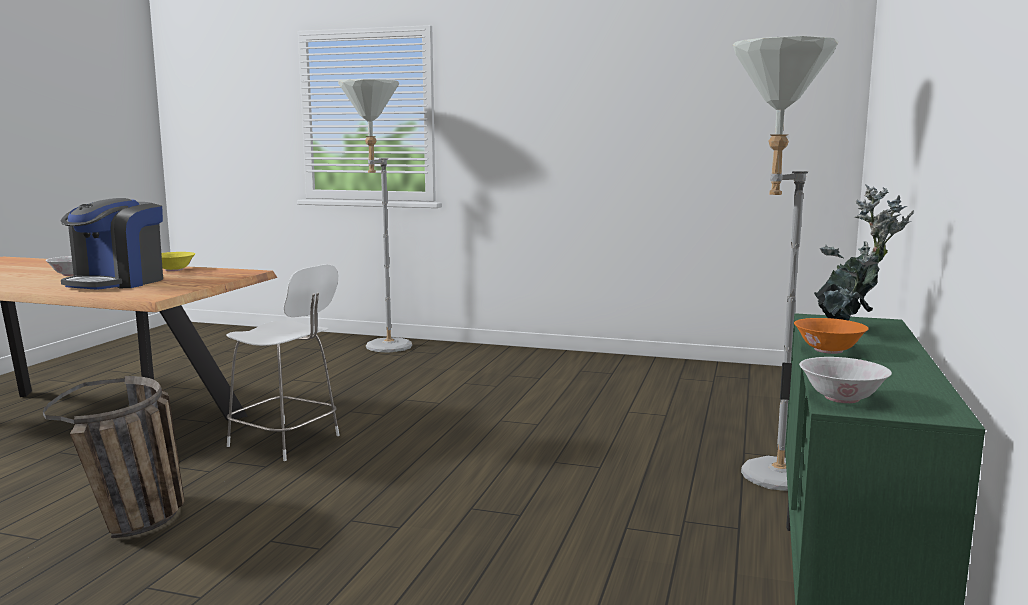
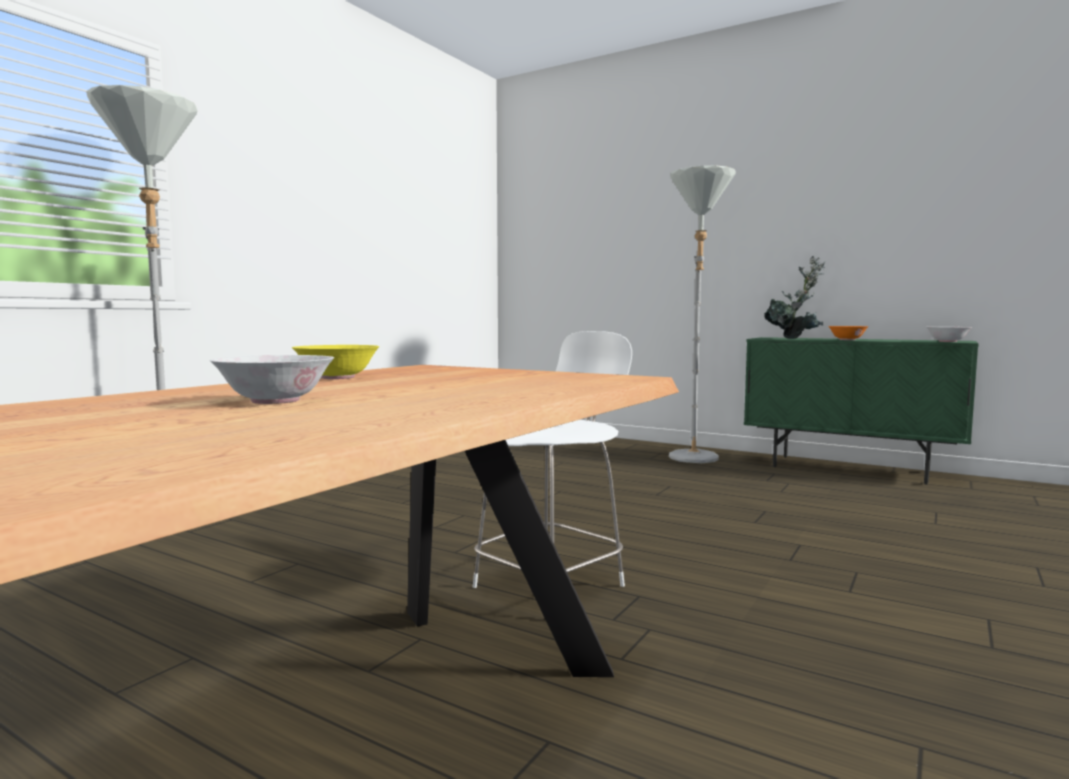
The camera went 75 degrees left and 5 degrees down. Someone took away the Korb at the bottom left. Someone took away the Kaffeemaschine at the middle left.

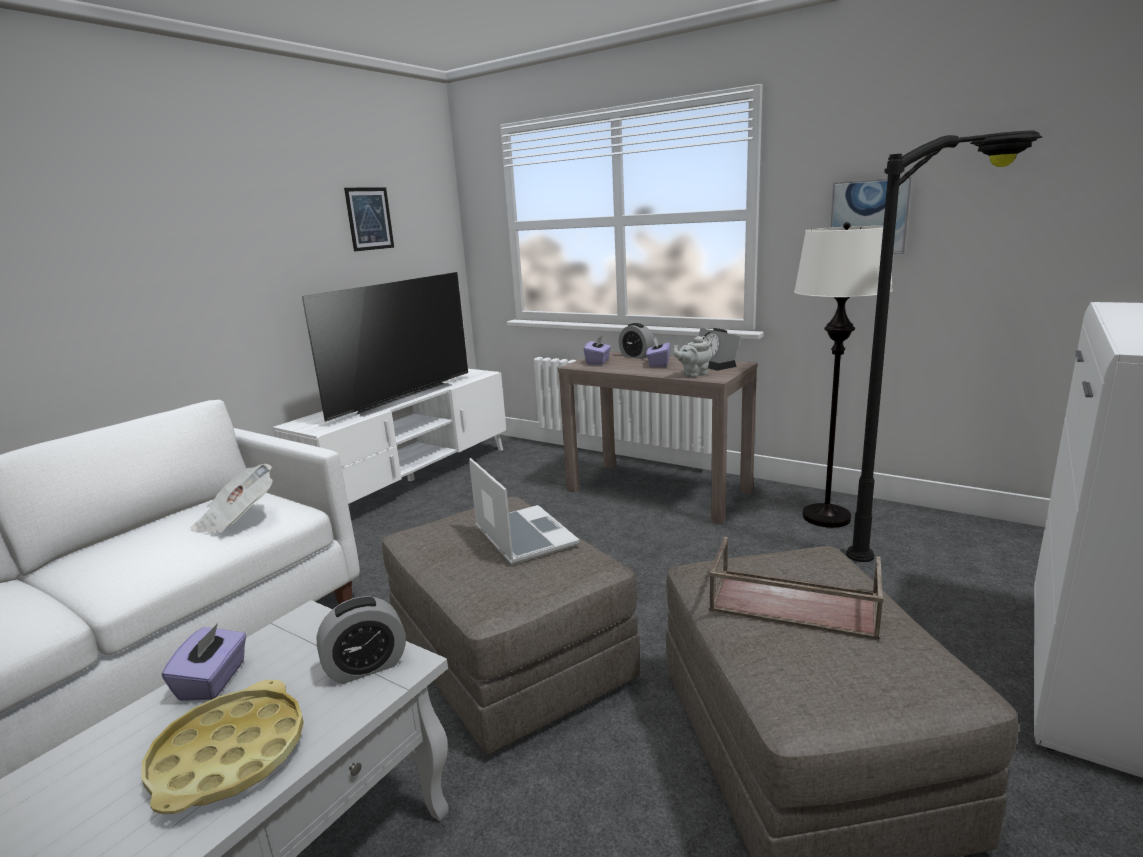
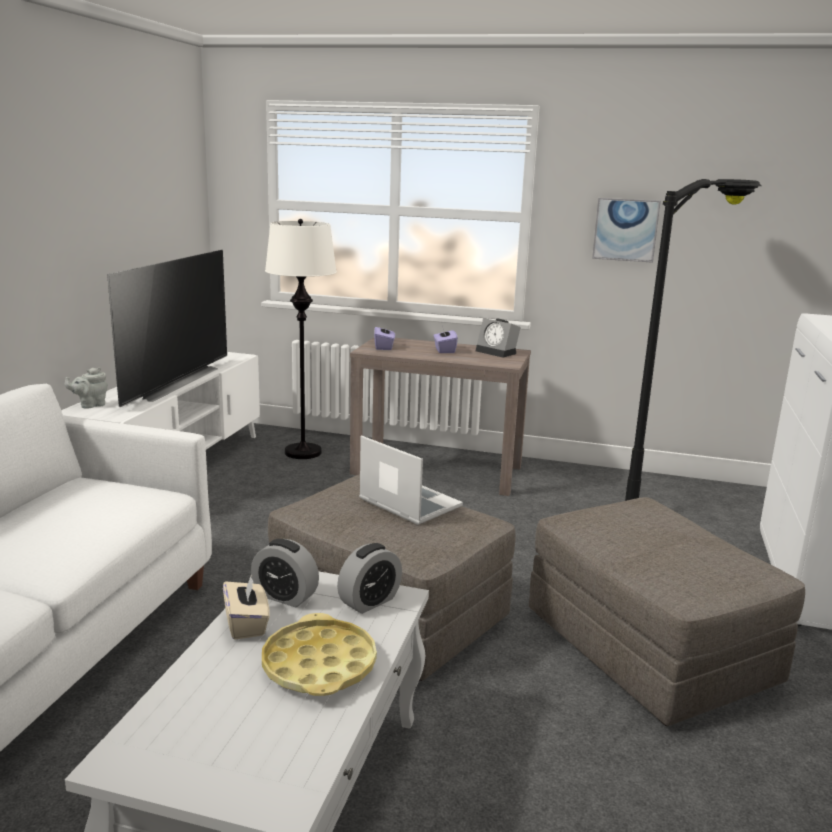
The camera went 20 degrees left and 0 degrees up. Someone carried the Teekanne/grau from the centre to the middle left. Someone repainted the Taschentuchbox/lila (1st from left) at the bottom left, which became the Taschentuchbox/beige at the bottom left. Someone carried the Wecker (2nd from left in the first image) from the centre to the bottom centre. Someone carried the Stehlampe/weiß from the middle right to the centre. Someone took away the Zeitung at the middle left. Someone took away the Bild (1st from left) at the top left. Someone took away the Tablett/braun at the bottom right.

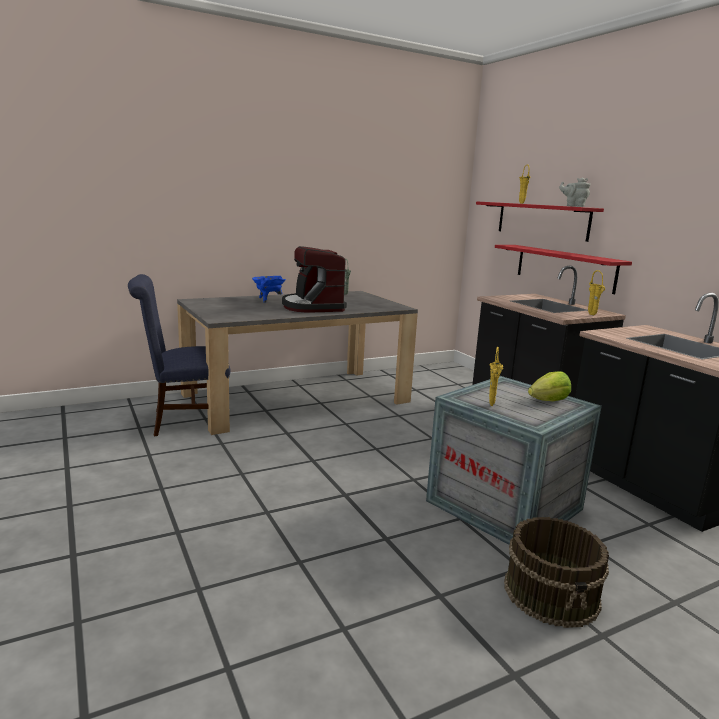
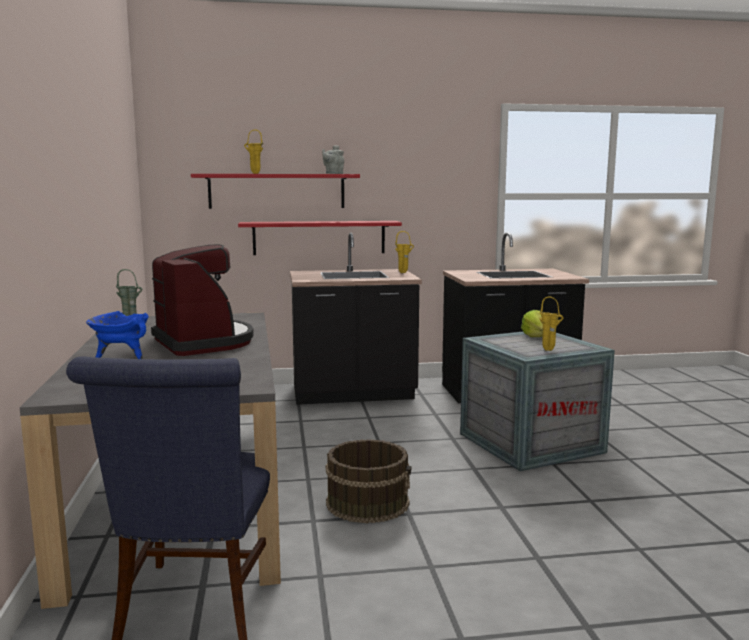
The camera went 70 degrees left and 5 degrees down. Someone rotated the Kaffeemaschine at the centre by 120 degrees counterclockwise. Someone carried the Eimer/braun from the bottom right to the bottom centre.

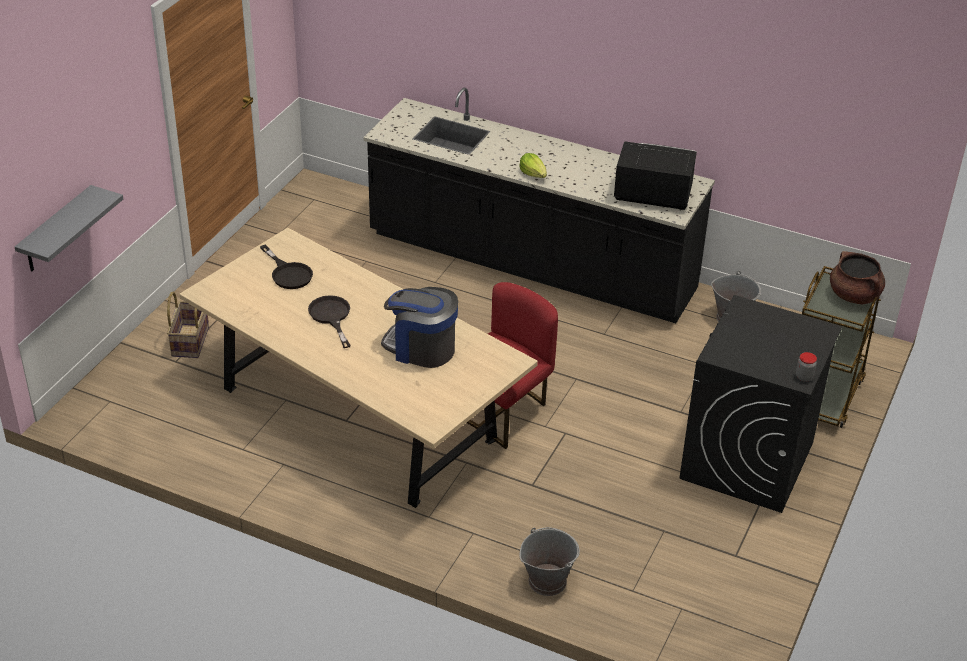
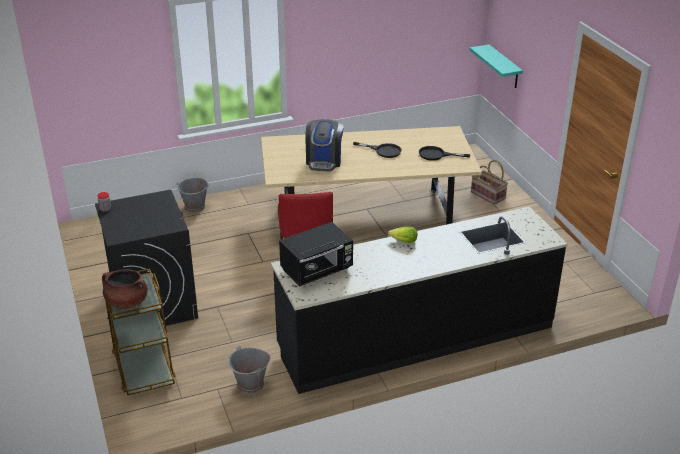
The camera went 135 degrees right and 5 degrees down. Someone rotated the Kaffeemaschine at the centre by 120 degrees clockwise. Someone repainted the Wandregal/grau at the middle left, which became the Wandregal/türkis at the top right.

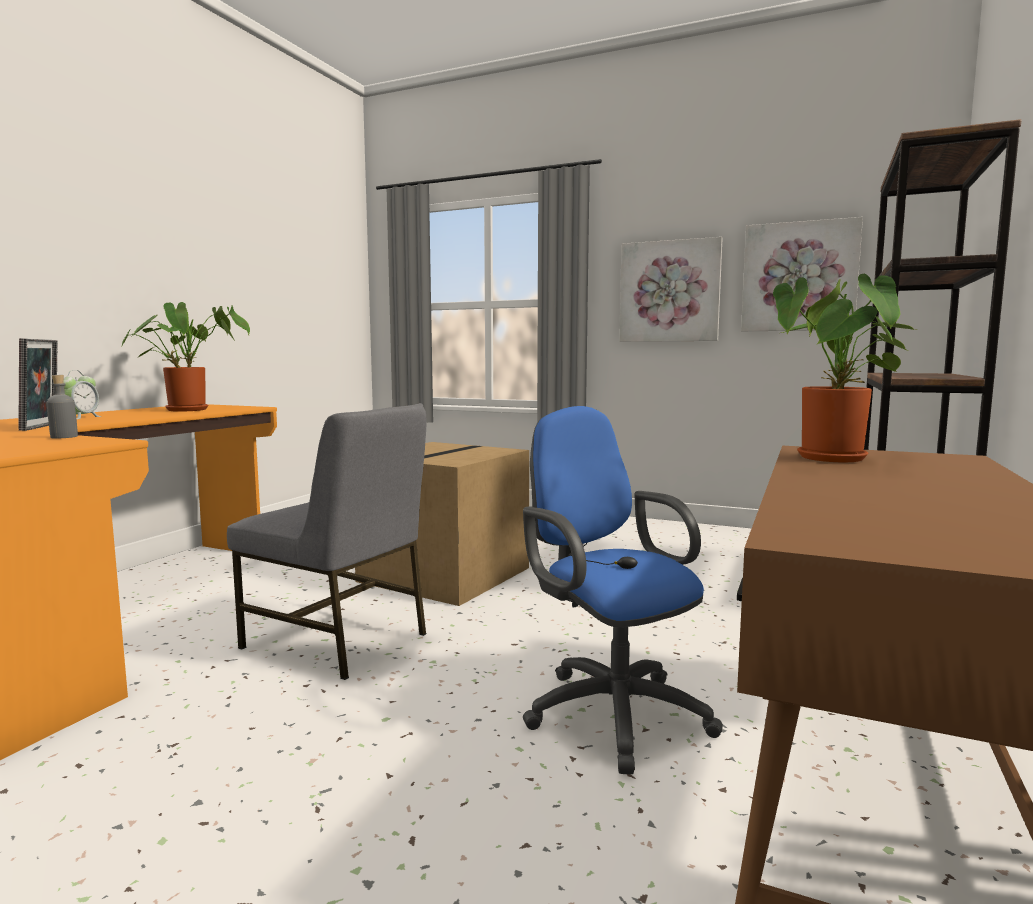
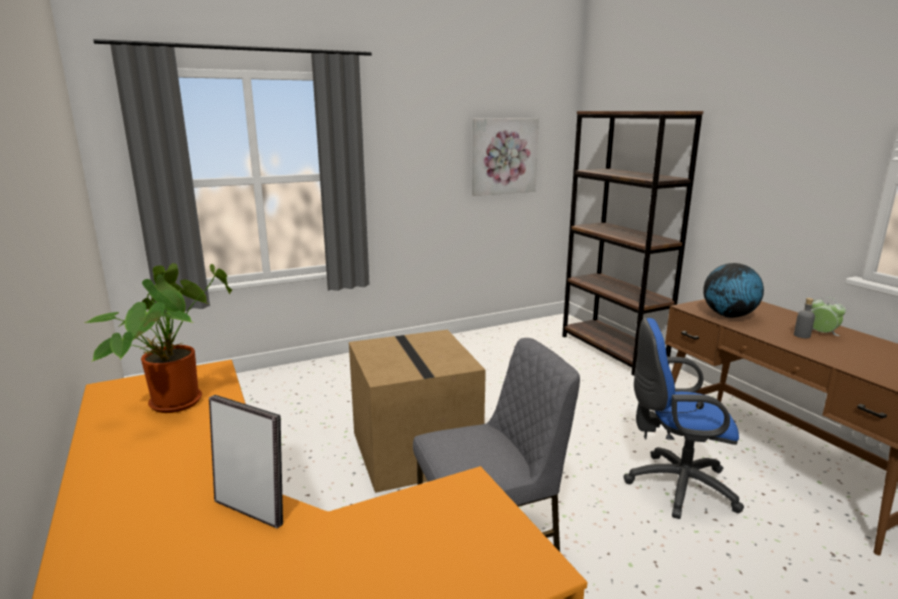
The camera went 50 degrees left and 10 degrees up. Someone swapped the Topfpflanze (2nd from left) at the middle right for the Globus at the middle right. Someone carried the Flasche/grau from the middle left to the middle right. Someone carried the Wecker from the middle left to the middle right. Someone took away the Bild (1st from left) at the top centre.

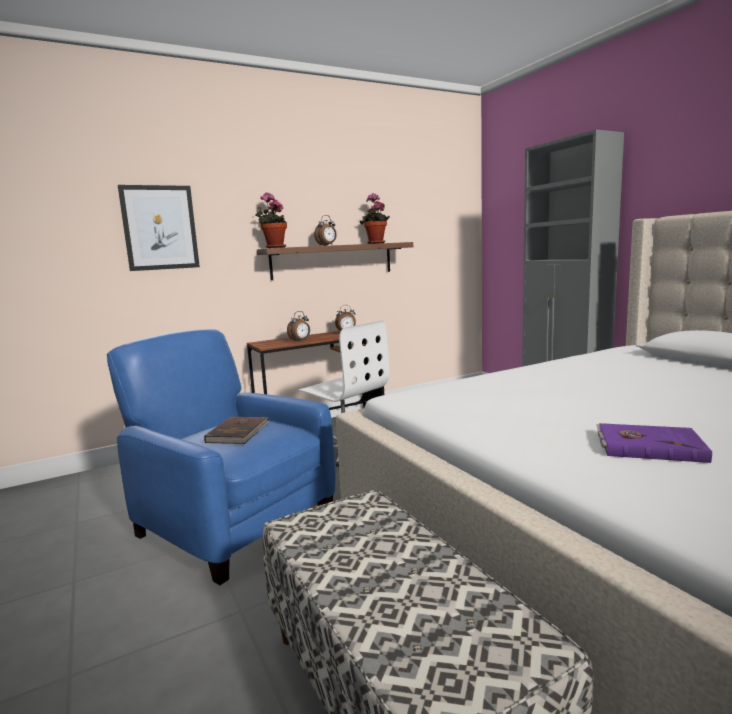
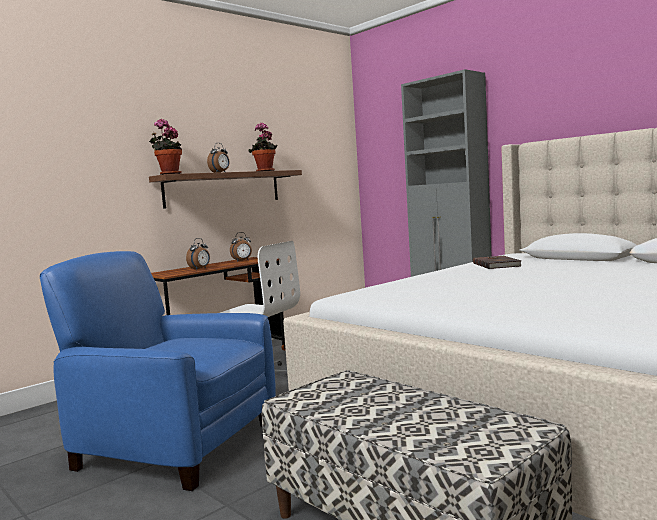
The camera went 15 degrees left and 5 degrees down. Someone carried the Buch/braun from the middle left to the middle right. Someone took away the Bild at the top left. Someone took away the Buch/lila at the middle right.

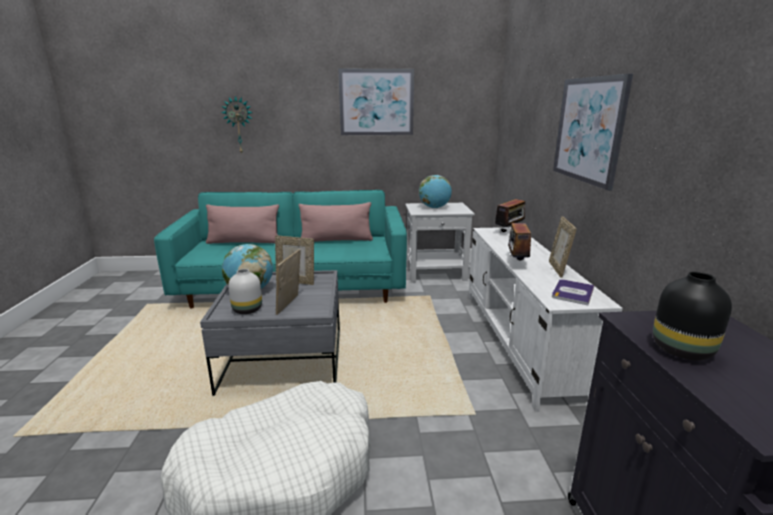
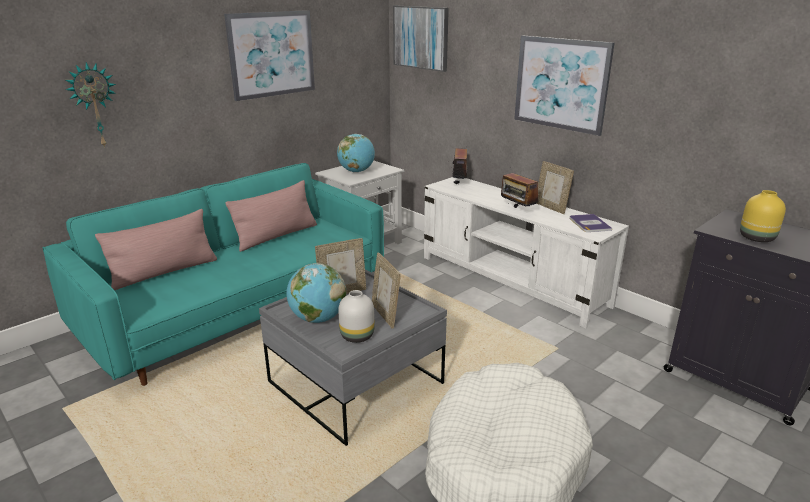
The camera went 40 degrees left and 5 degrees up. Someone put up the Bild (2nd from left) at the top centre. Someone repainted the Vase/schwarz at the middle right, which became the Vase/gelb at the middle right.

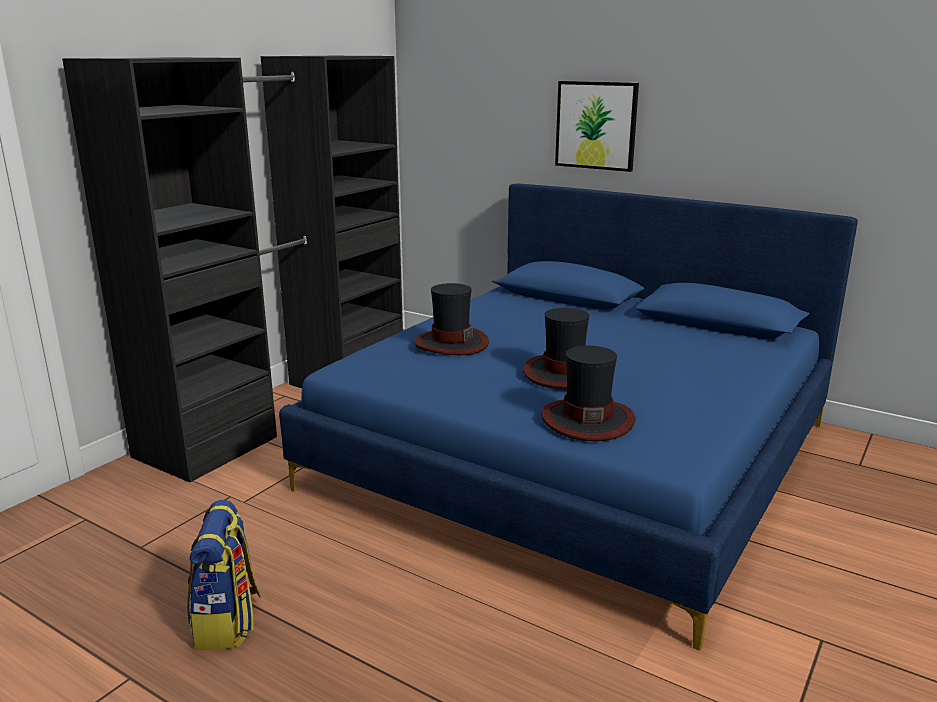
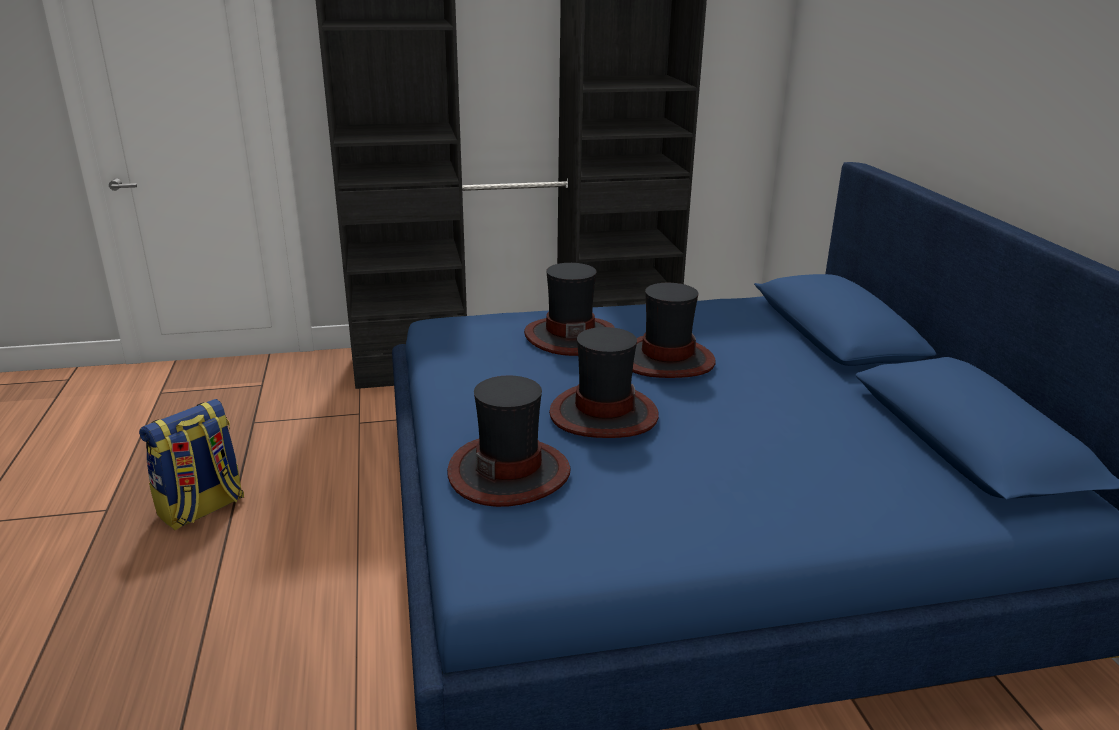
The camera went 45 degrees right and 5 degrees up. Someone put down the Hut (4th from left) at the centre. Someone took away the Bild at the top centre.

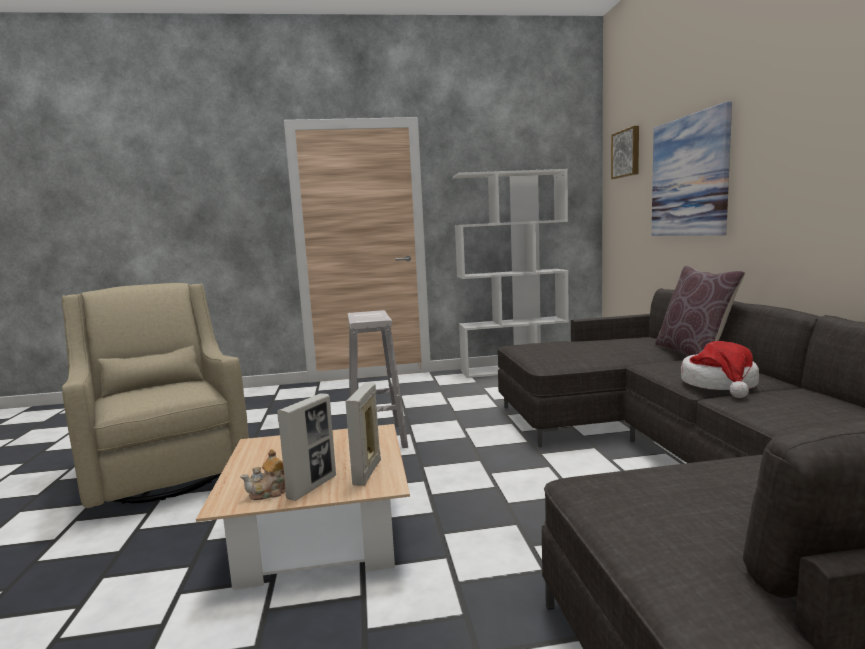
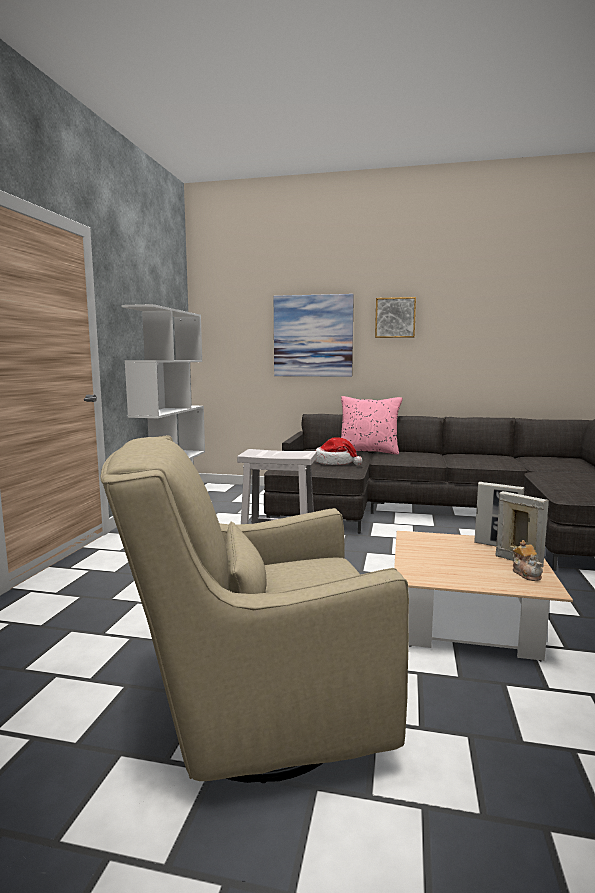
The camera went 70 degrees left and 0 degrees up. Someone carried the Hut from the middle right to the centre. Someone repainted the Kissen/braun at the middle right, which became the Kissen/rosa at the centre. Someone carried the Bild (1st from left in the first image) from the top right to the centre.

